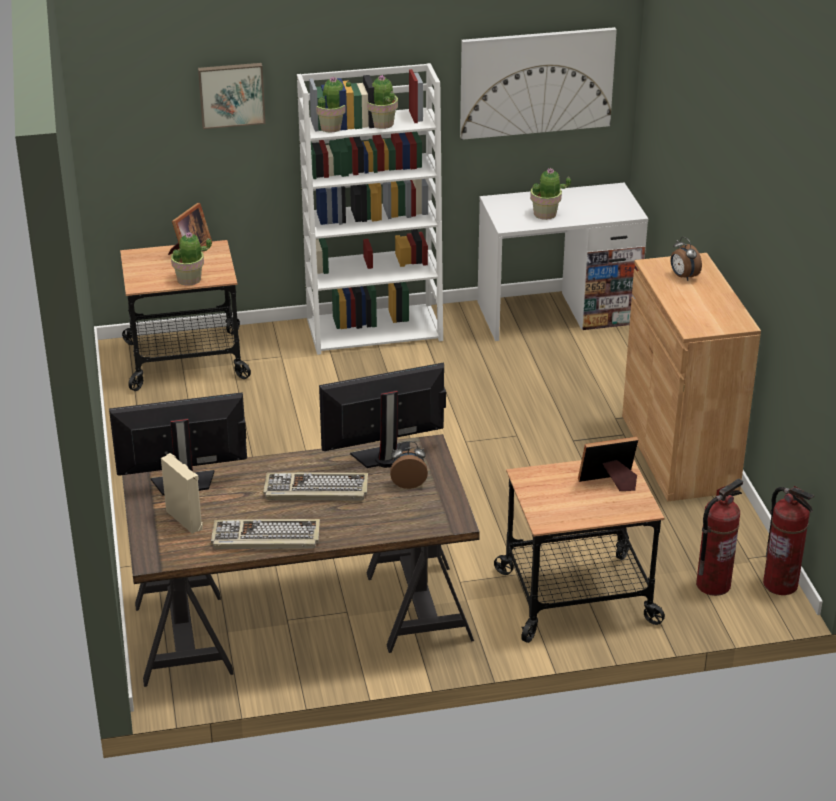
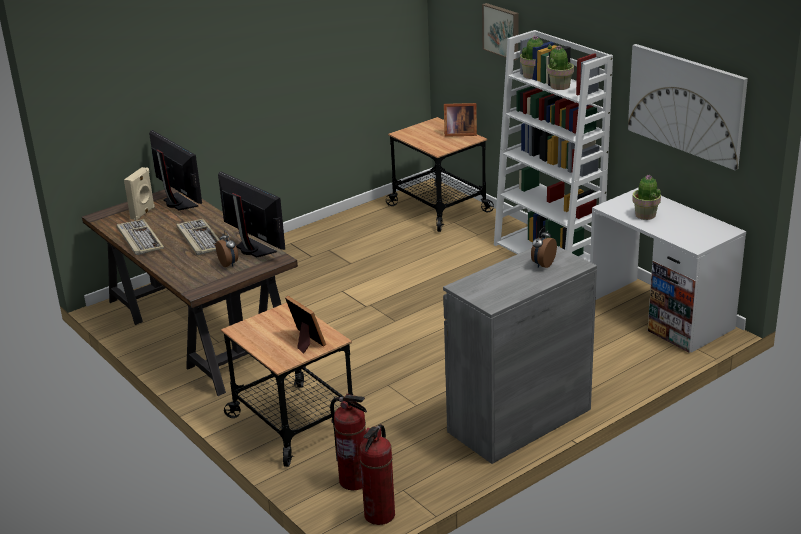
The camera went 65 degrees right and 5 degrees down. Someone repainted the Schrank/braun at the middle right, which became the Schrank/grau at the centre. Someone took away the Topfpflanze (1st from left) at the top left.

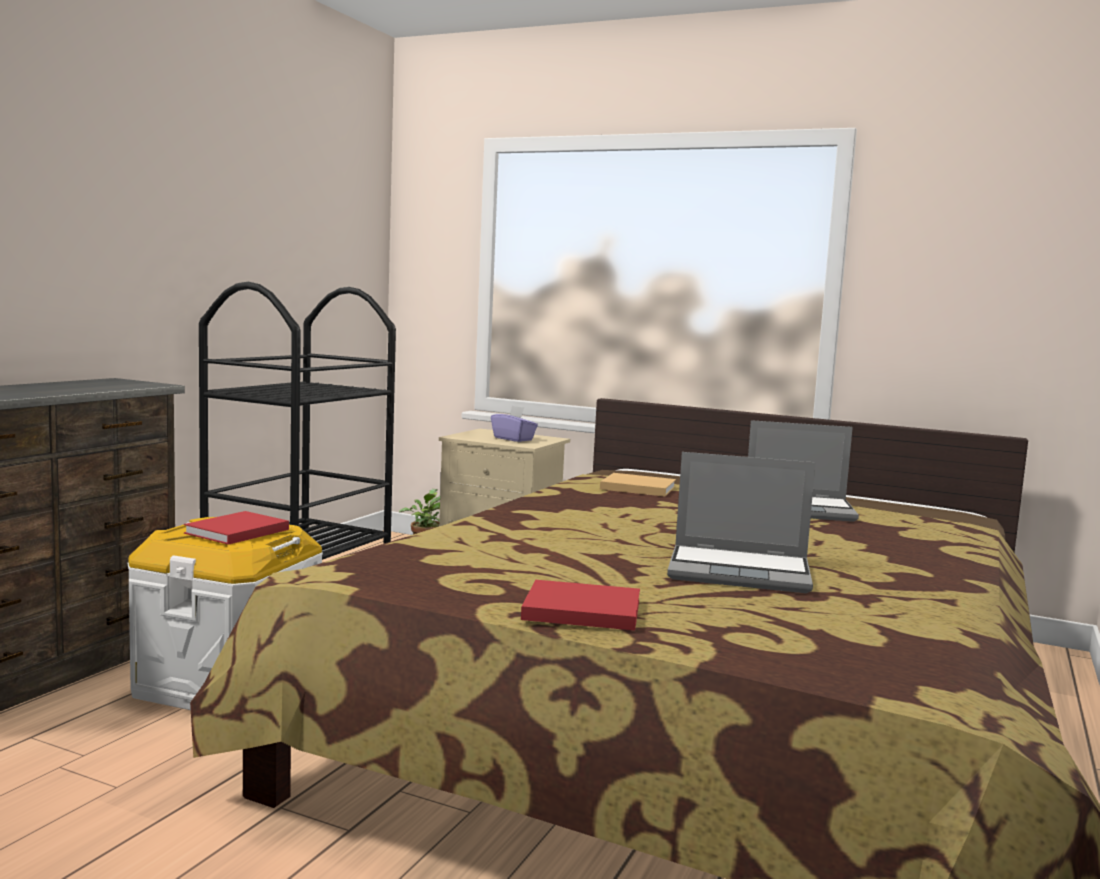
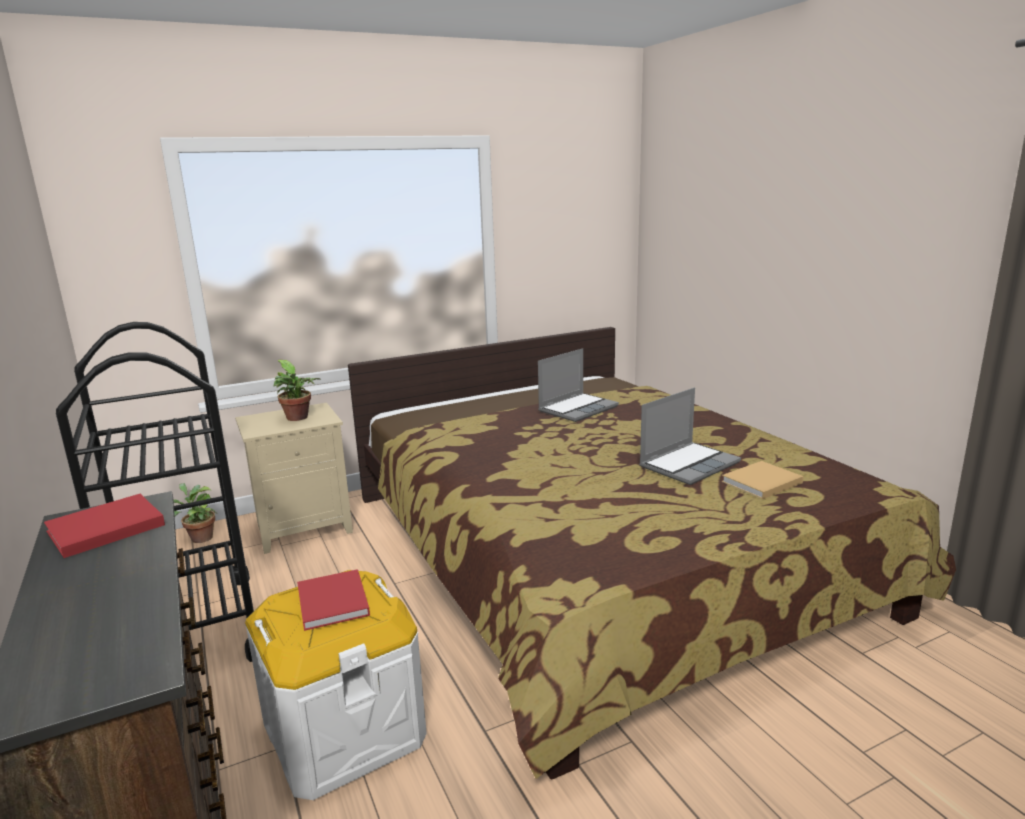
The camera went 50 degrees left and 10 degrees up. Someone carried the Buch/rot (2nd from left in the first image) from the bottom centre to the middle left. Someone swapped the Taschentuchbox/lila at the centre for the Topfpflanze (2nd from left) at the middle left. Someone carried the Buch/beige from the centre to the middle right.

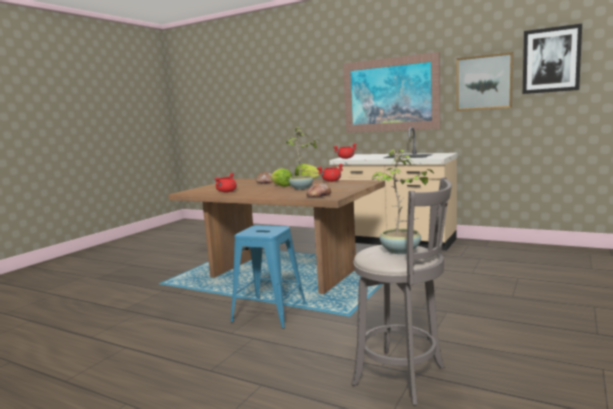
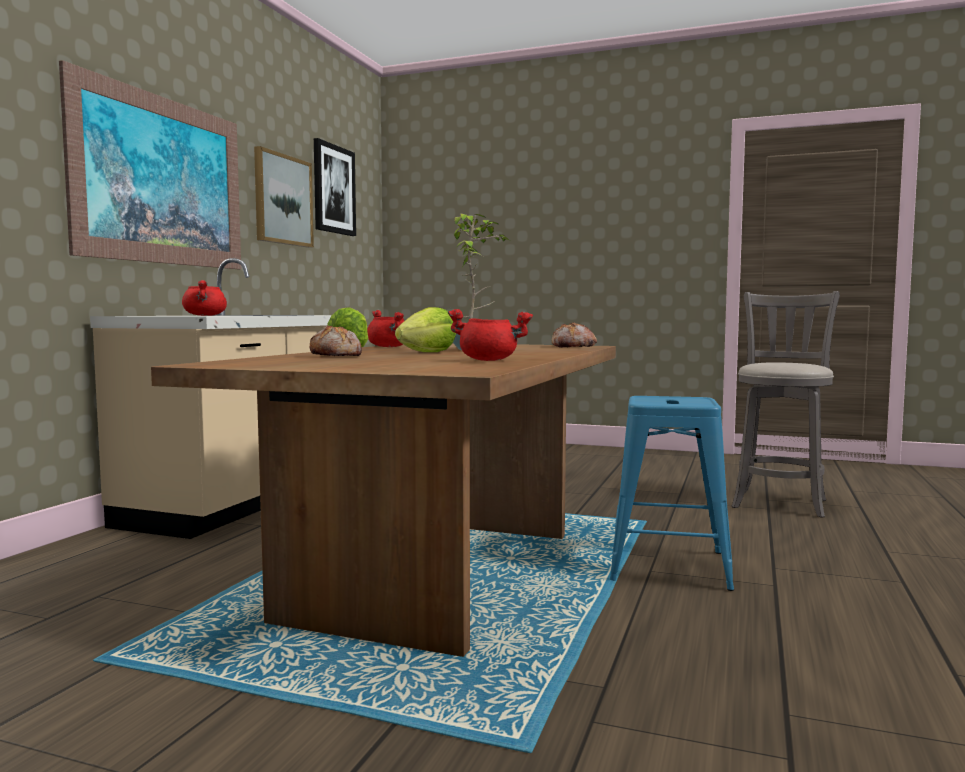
The camera went 100 degrees left and 5 degrees down. Someone took away the Topfpflanze (2nd from left) at the centre.

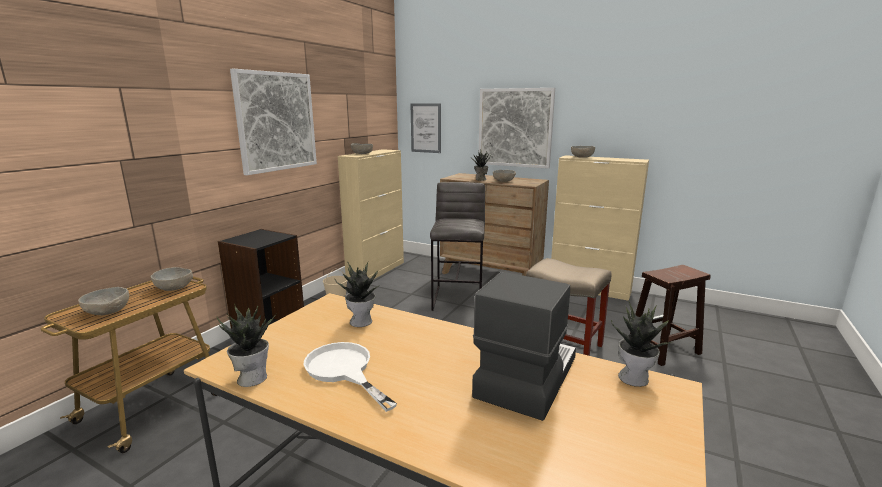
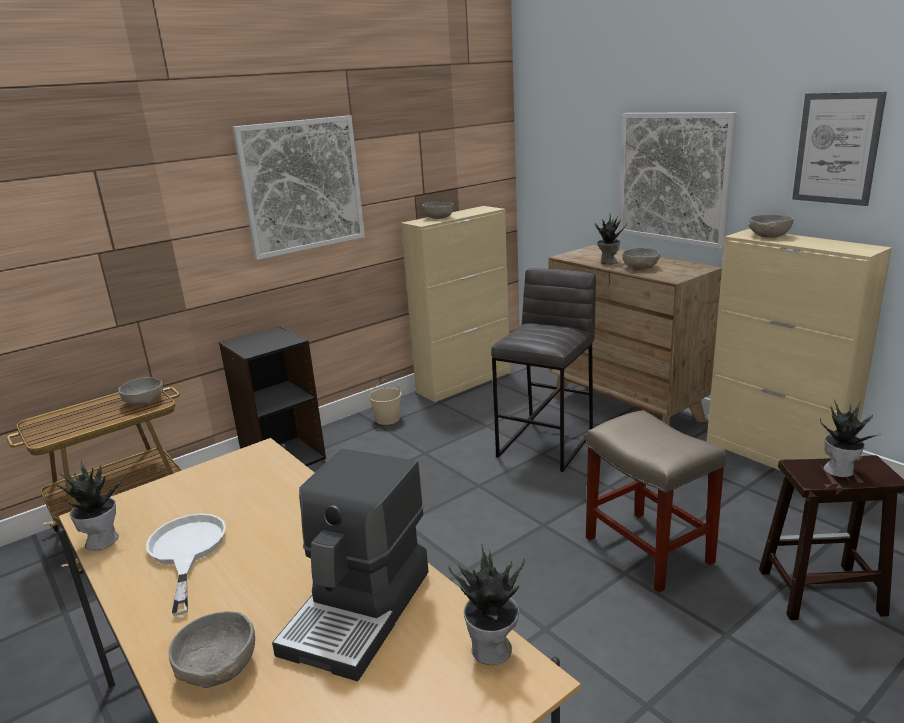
The camera went 25 degrees right and 5 degrees up. Someone carried the Schüssel/grau (1st from left in the first image) from the middle left to the bottom left. Someone rotated the Kaffeemaschine at the bottom centre by 150 degrees clockwise. Someone carried the Bild (2nd from left in the first image) from the top centre to the top right. Someone carried the Topfpflanze (2nd from left in the first image) from the centre to the middle right.

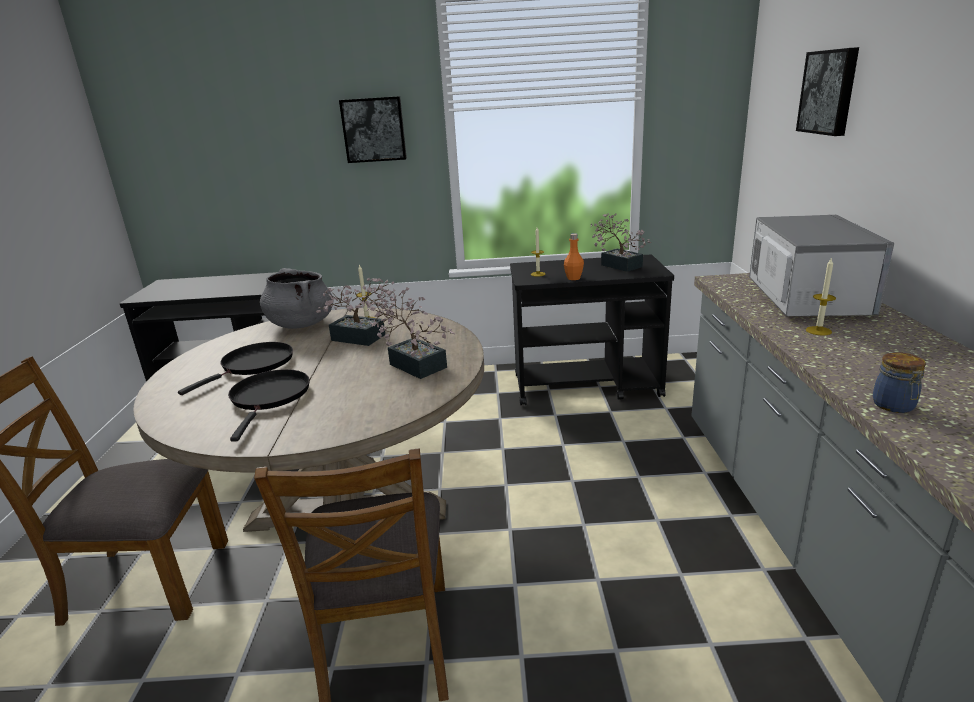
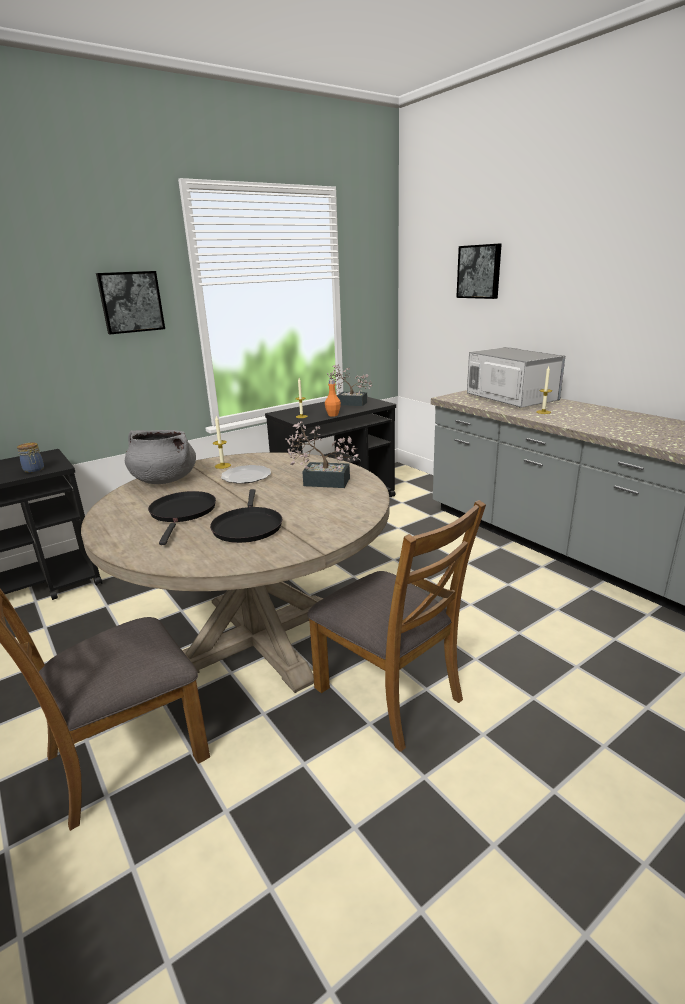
The camera went 35 degrees left and 0 degrees up. Someone carried the Vorratsglas from the middle right to the middle left. Someone rotated the Pfanne/schwarz (2nd from left) at the middle left by 150 degrees counterclockwise. Someone swapped the Topfpflanze (1st from left) at the centre for the Teller at the centre.

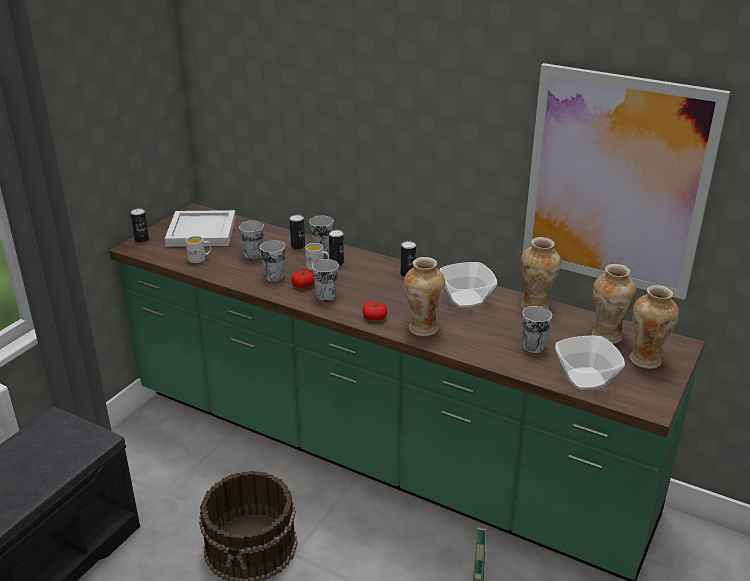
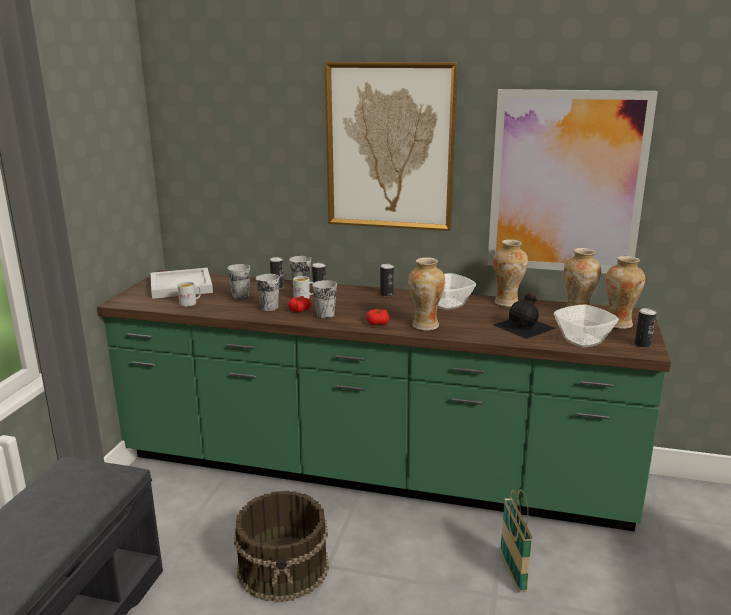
The camera went 15 degrees left and 10 degrees down. Someone put up the Bild (1st from left) at the top centre. Someone swapped the Tasse (5th from left) at the middle right for the Flasche/schwarz at the middle right. Someone carried the Dose (1st from left in the first image) from the middle left to the middle right.

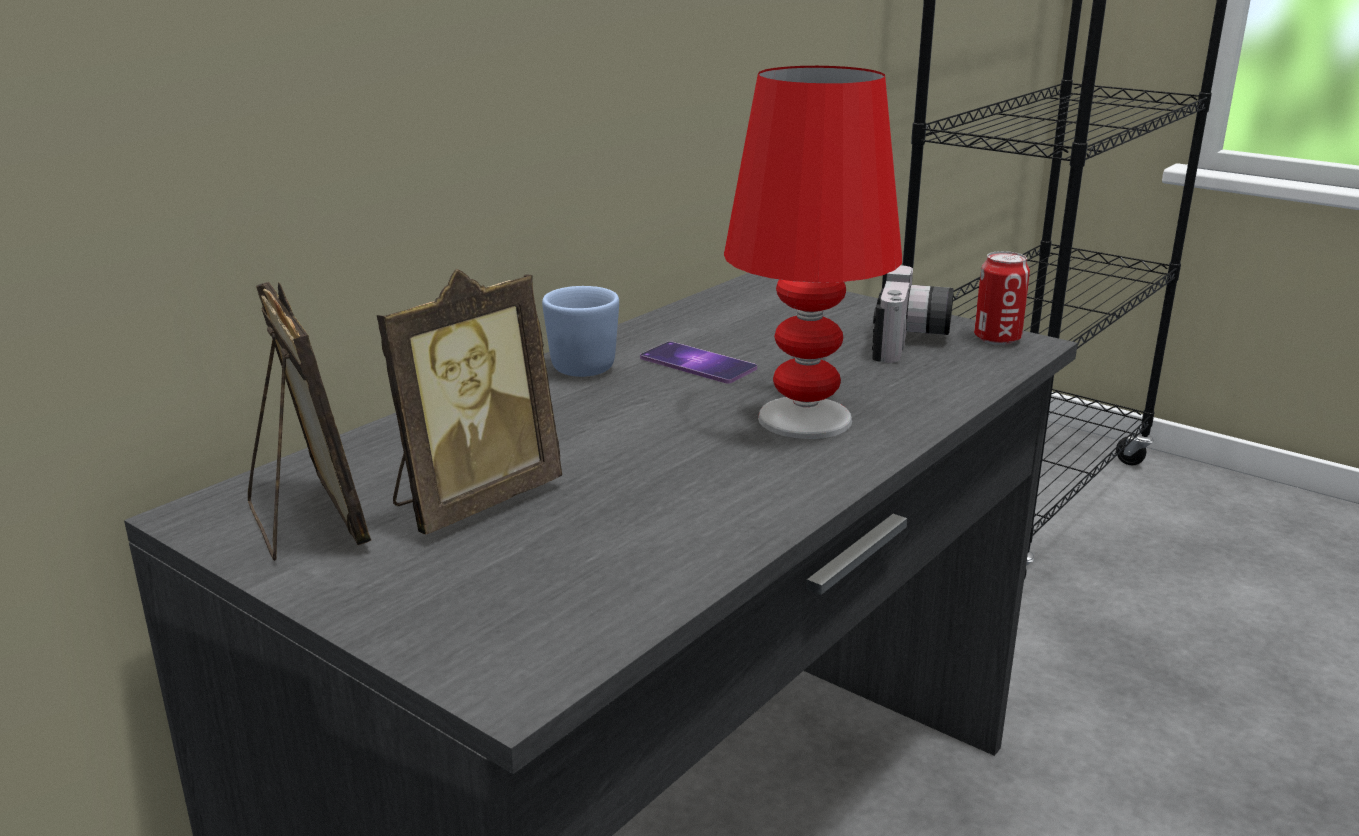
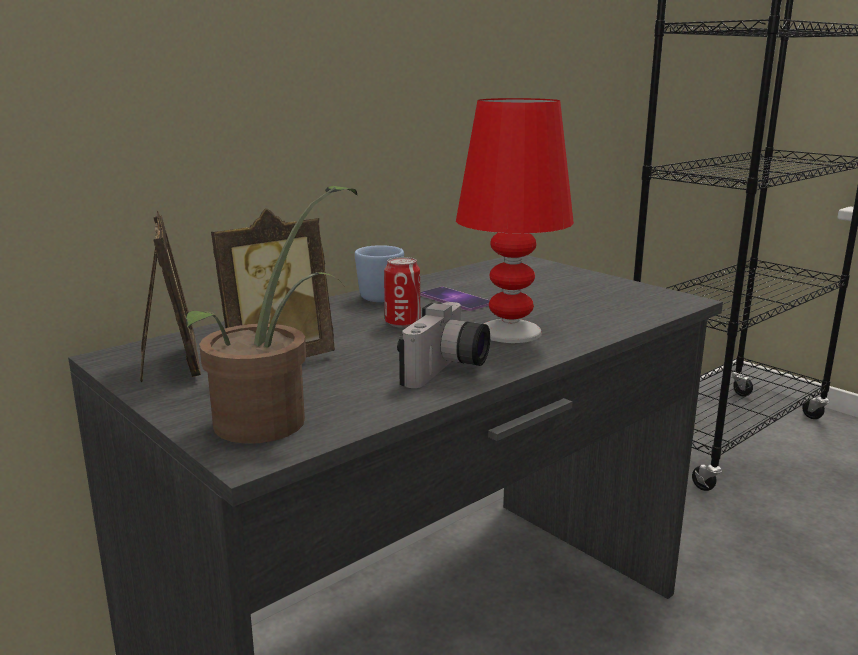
The camera went 10 degrees right and 5 degrees down. Someone put down the Topfpflanze at the middle left. Someone carried the Dose from the middle right to the centre. Someone carried the Kamera from the middle right to the centre.

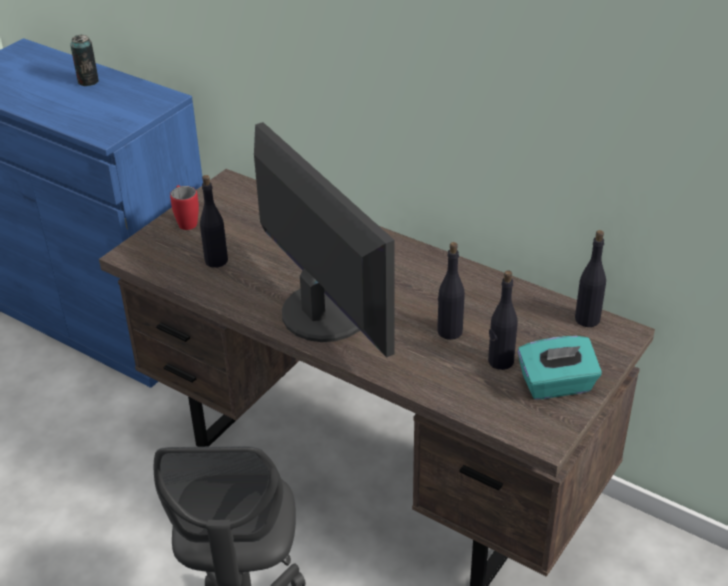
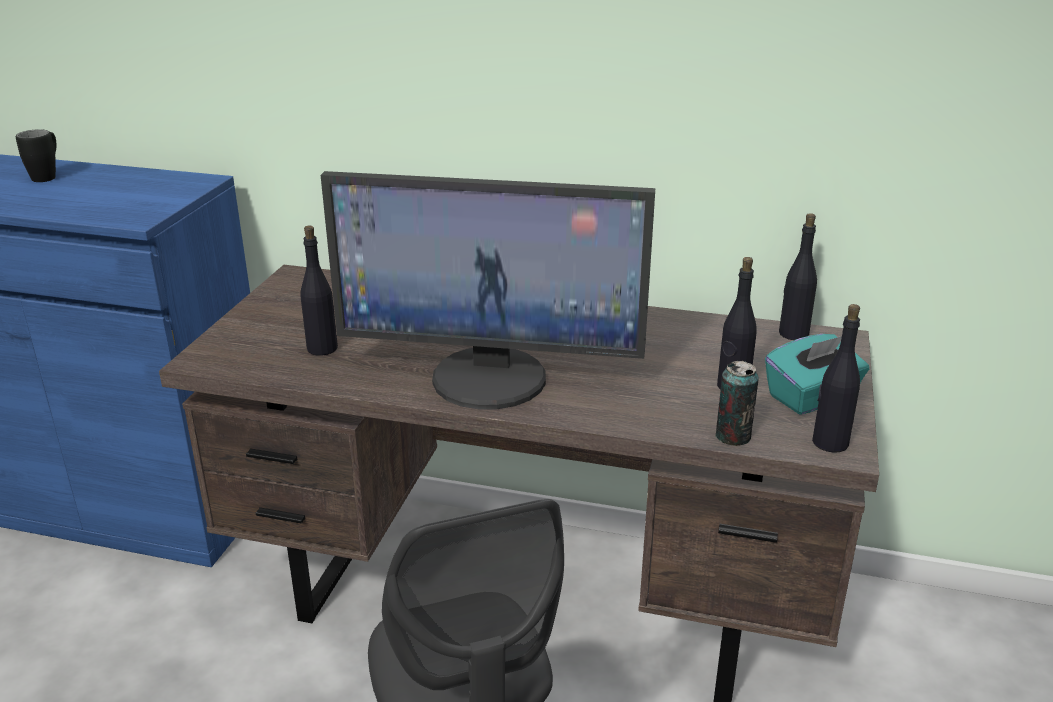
The camera went 20 degrees left and 10 degrees down. Someone put down the Henkelbecher/schwarz at the top left. Someone rotated the Monitor at the centre by 150 degrees clockwise. Someone carried the Dose from the top left to the middle right. Someone carried the Flasche/schwarz (2nd from left in the first image) from the centre to the middle right. Someone took away the Henkelbecher/rot at the middle left.

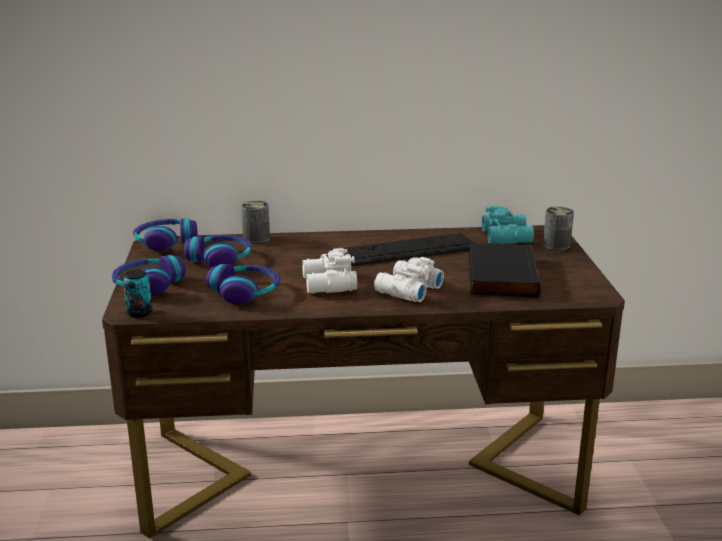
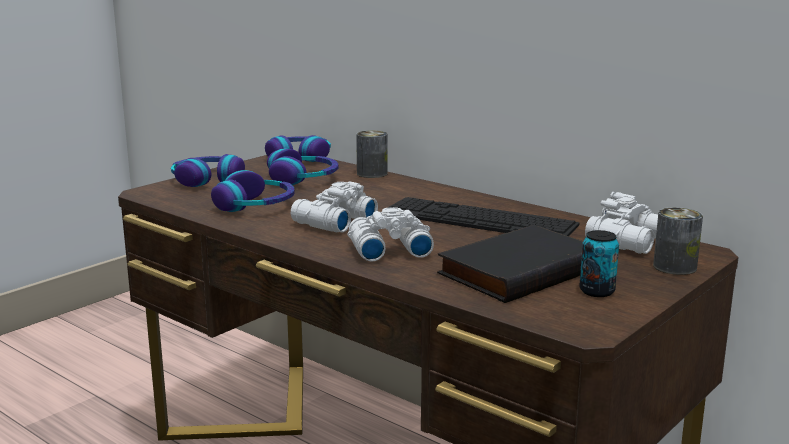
The camera went 45 degrees right and 5 degrees down. Someone carried the Dose (1st from left in the first image) from the middle left to the middle right. Someone repainted the Fernglas/türkis at the middle right, which became the Fernglas/weiß (3rd from left) at the middle right.

